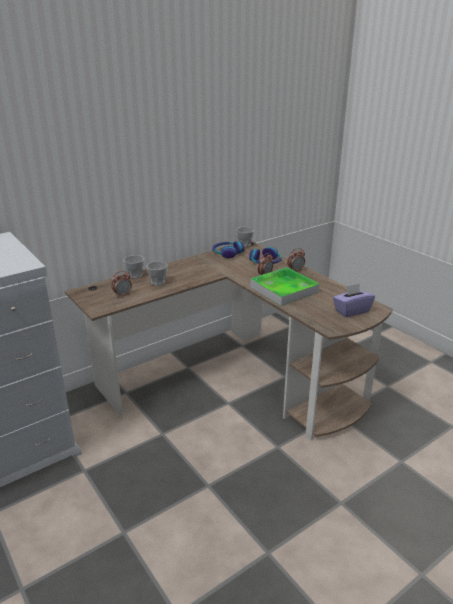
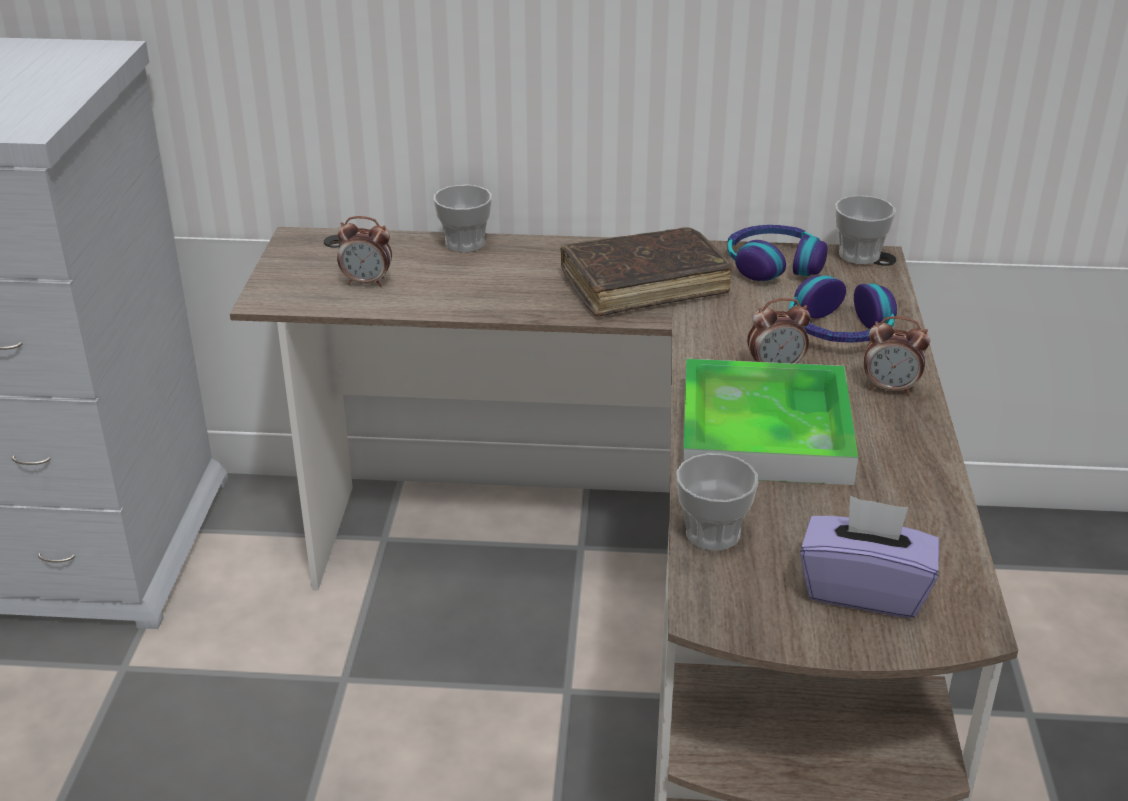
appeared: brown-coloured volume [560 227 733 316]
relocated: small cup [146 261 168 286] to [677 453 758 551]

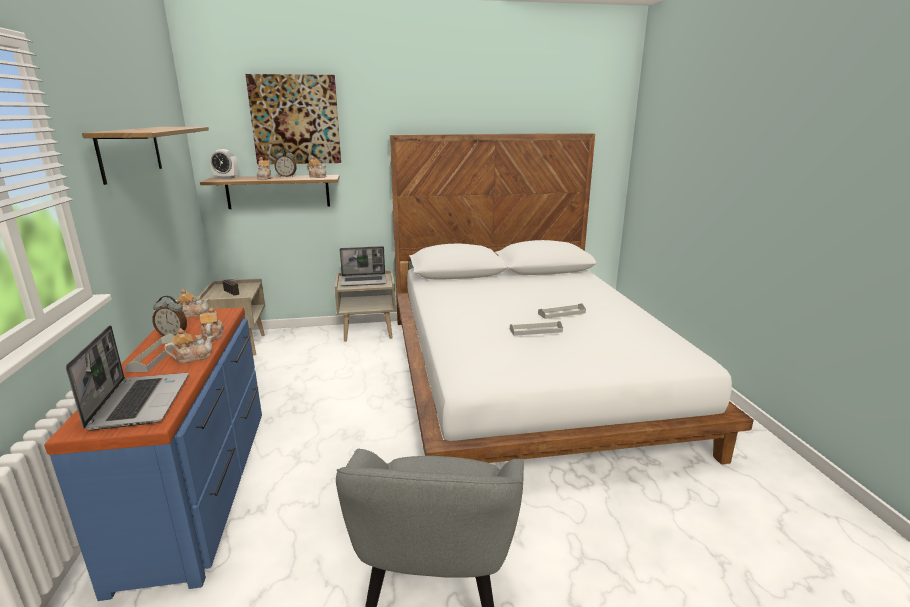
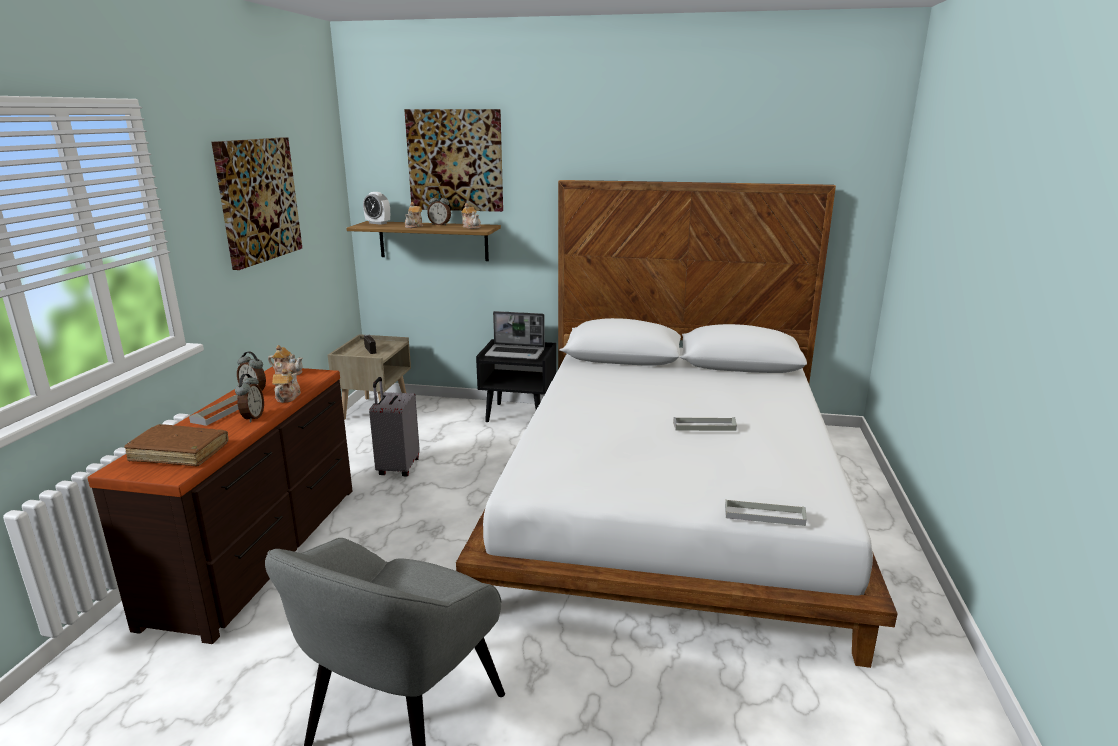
appeared: grey suitcase [369 377 420 476]
relocated: grey serving tray [510 321 563 336] to [725 499 807 526]
exchanged: portable computer [66 325 189 430] to brown-coloured volume [124 424 228 466]; wall shelf [82 127 209 185] to wall art [212 137 302 270]; pot for tea [164 328 213 363] to alarm clock [235 374 264 422]
colour: bluish dresser [44 307 262 601] to brown-coloured dresser [87 367 353 644]; sand-coloured nightstand [335 270 396 342] to black-coloured nightstand [476 339 556 422]

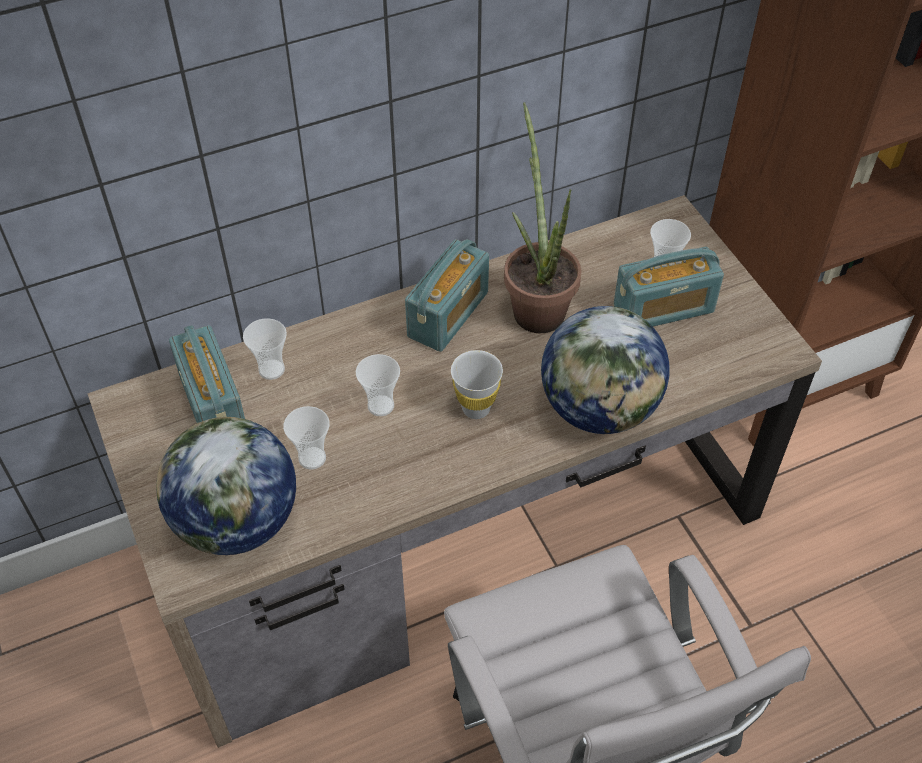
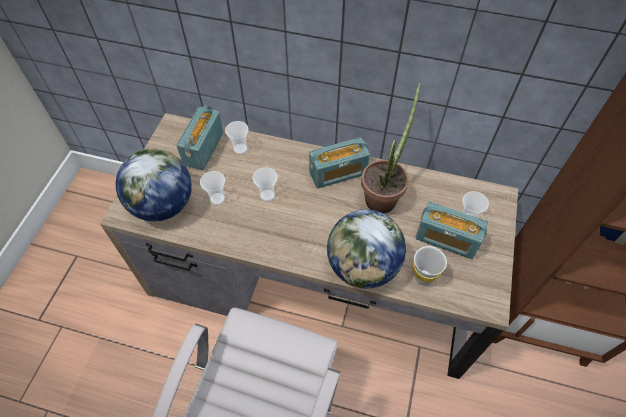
relocated: whitish small cup [451 350 503 419] to [413 246 447 285]

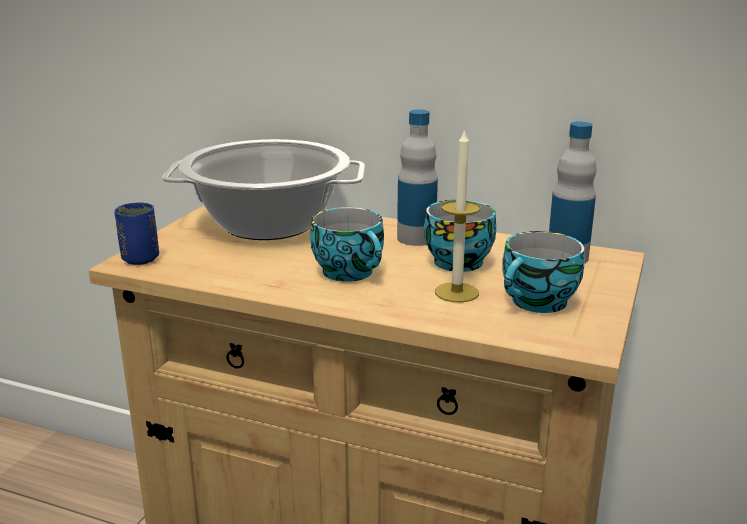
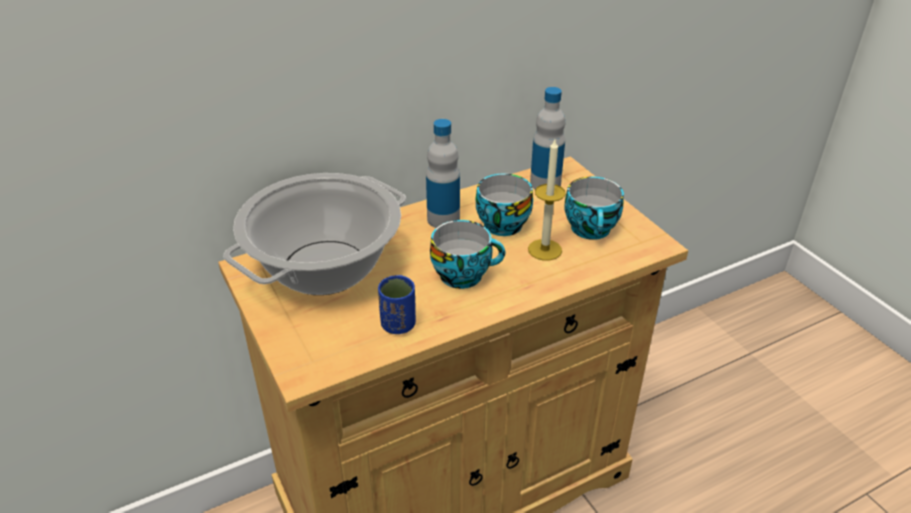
relocated: bluish small cup [114 202 159 265] to [378 275 416 334]

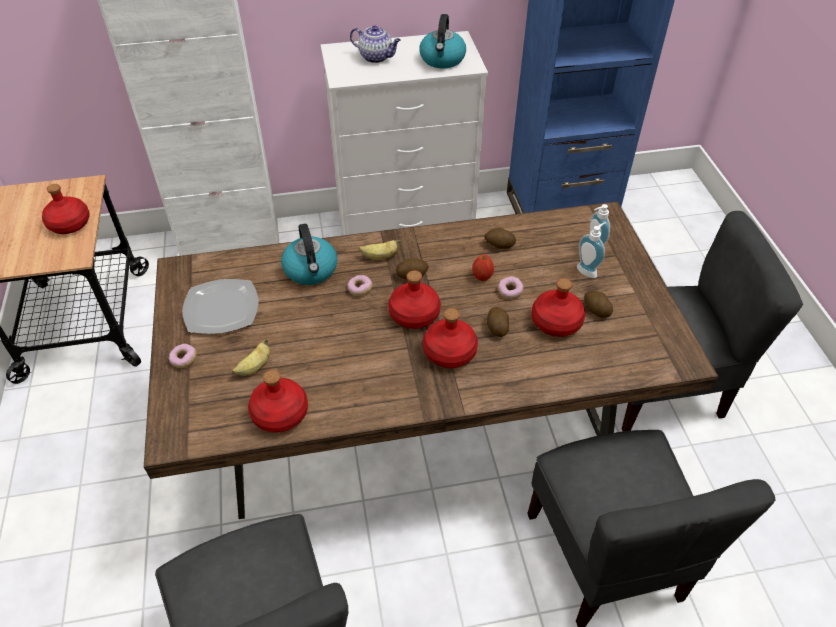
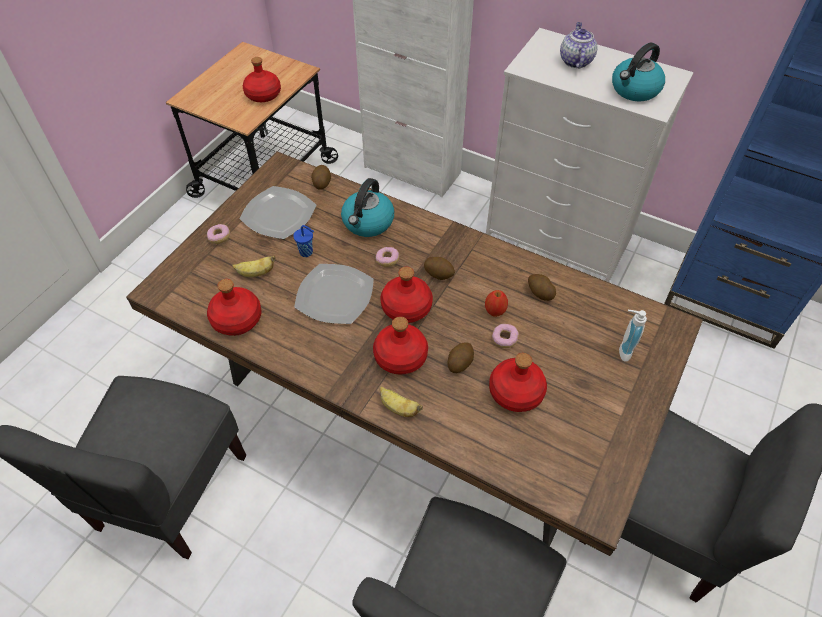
missing: soap bottle [577 222 605 278]
appeared: bluish small cup [293 225 314 257]; dinner plate [294 264 374 324]
relocated: spud [584 291 613 318] to [311 165 331 190]; whole banana [359 240 401 260] to [380 386 423 417]
spun: pot for tea [350 26 401 63] = [560 22 598 68] 150 degrees counterclockwise

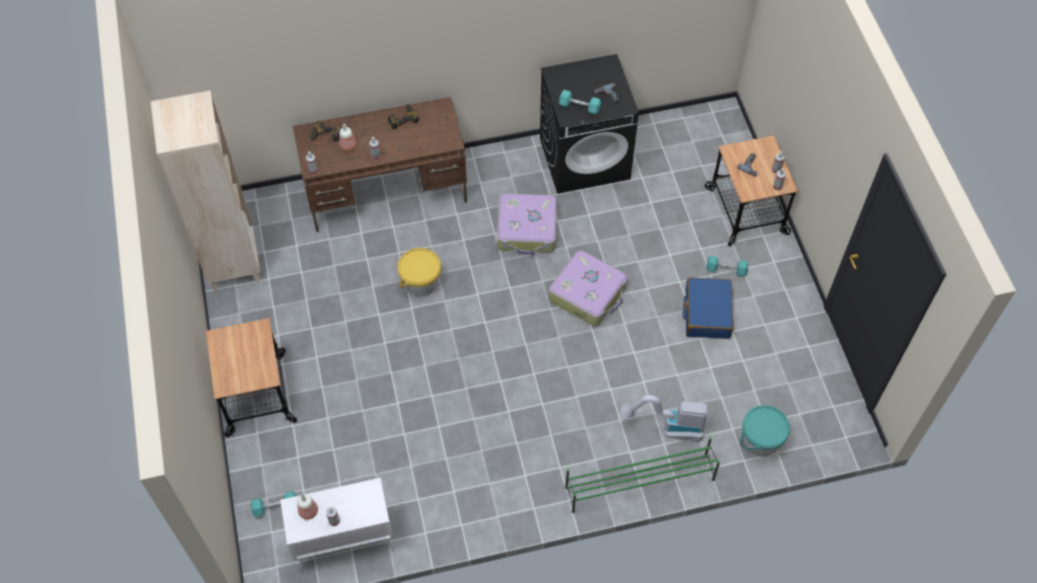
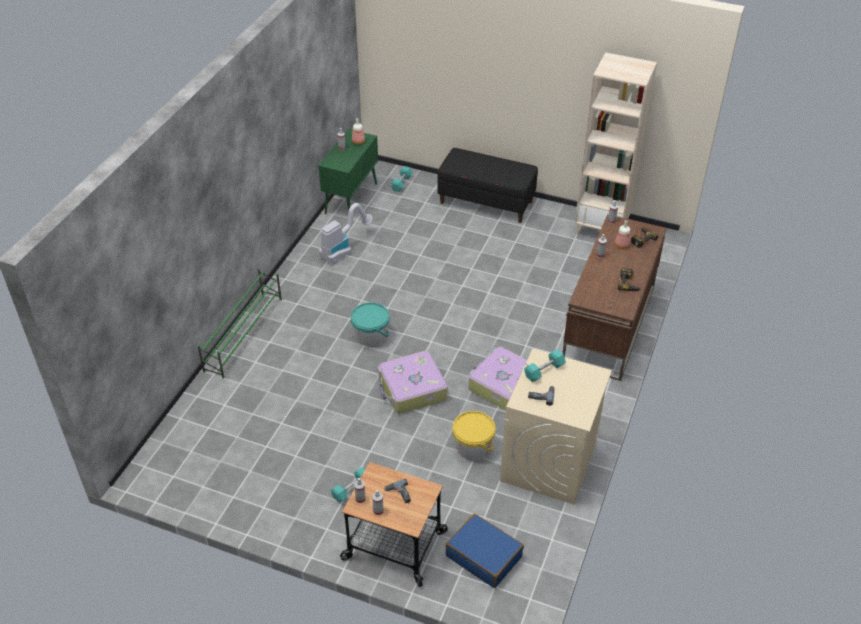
relocated: vacuum [621 395 707 443] to [319 203 373 264]; blue-green water bucket [741 405 790 457] to [351 302 390 347]; bluish suitcase [683 278 733 339] to [446 514 524 588]; yellow-coloured water bucket [397 248 441 297] to [452 411 496 460]
exchanged: trolley [206 318 297 437] to black-coloured indoor bench [437 148 538 223]
colour: whitish storage cabinet [280 478 395 572] to green storage cabinet [319 129 378 214]; black-coloured washing machine [540 54 639 194] to sand-coloured washing machine [500 349 612 505]

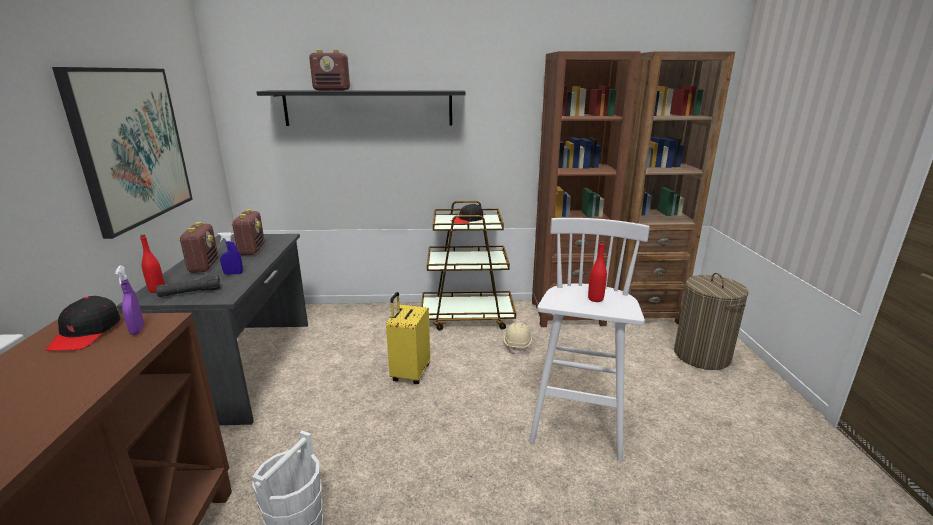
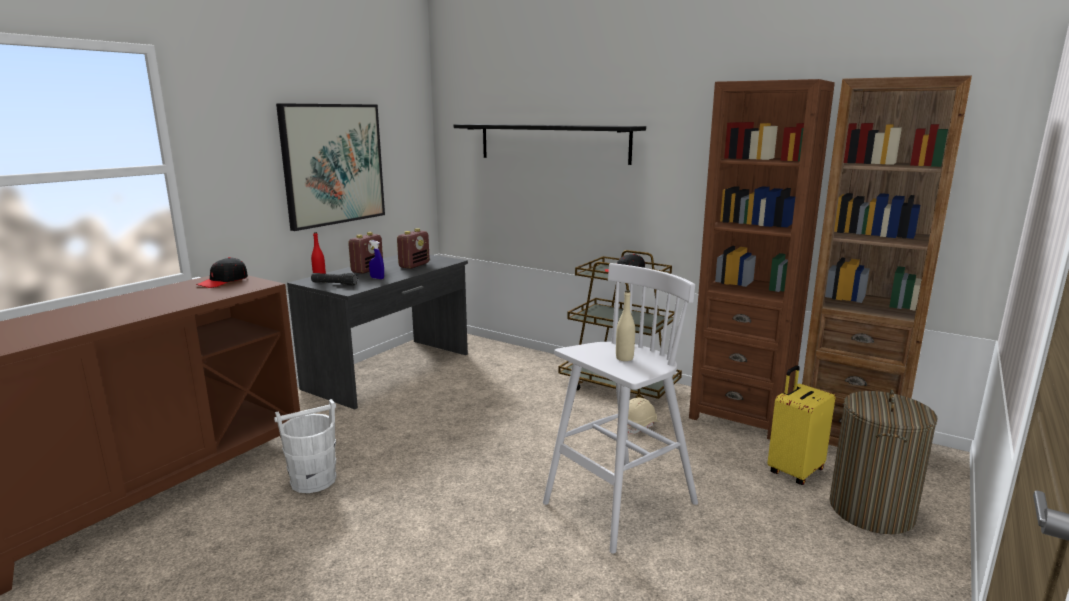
missing: purplish sprayer [115 265 144 335]; radio set [309 50 350 91]
relocated: yellow-coloured suitcase [386 292 430 384] to [767 365 836 485]
colour: red beverage bottle [588 241 607 302] to sand-coloured beverage bottle [616 290 635 361]

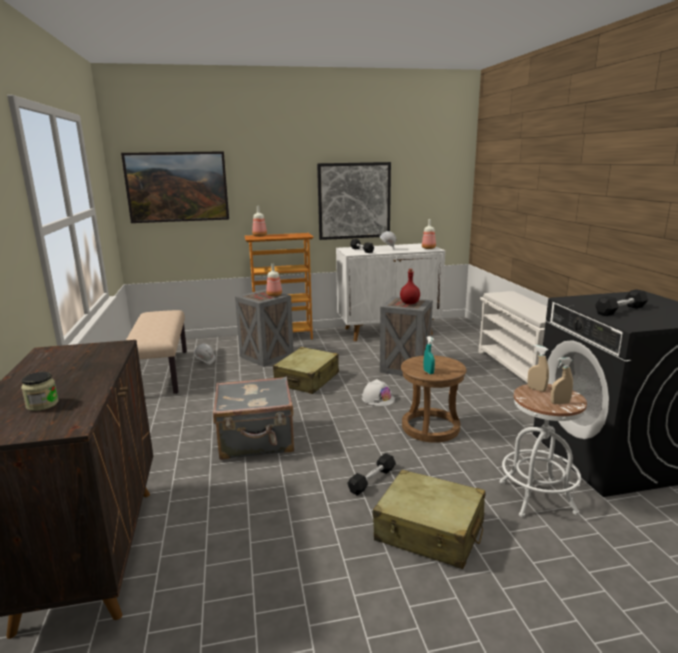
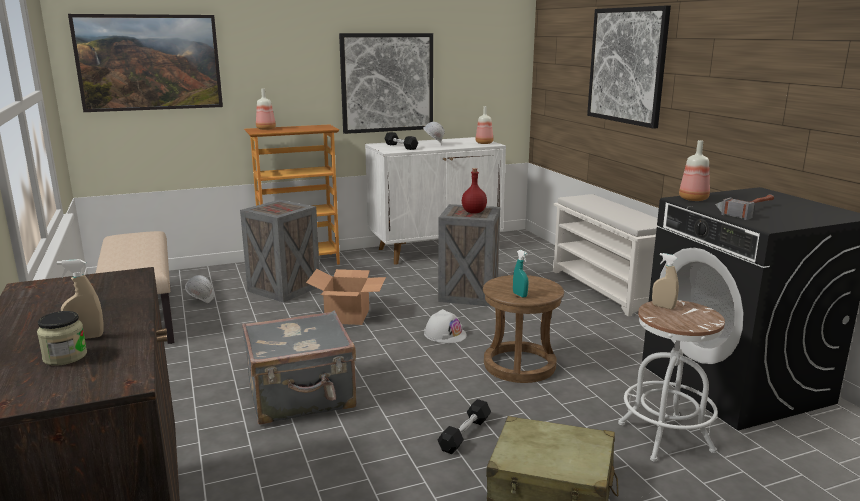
appeared: wall art [587 6 671 129]
relocated: sand-coloured sprayer [551 357 573 404] to [57 259 103 339]; beverage bottle [266 263 282 296] to [679 140 710 201]
exchanged: sand-coloured suitcase [273 347 339 394] to packing box [306 269 386 325]; black-coloured free weight [595 289 648 316] to hand hammer [715 194 774 220]

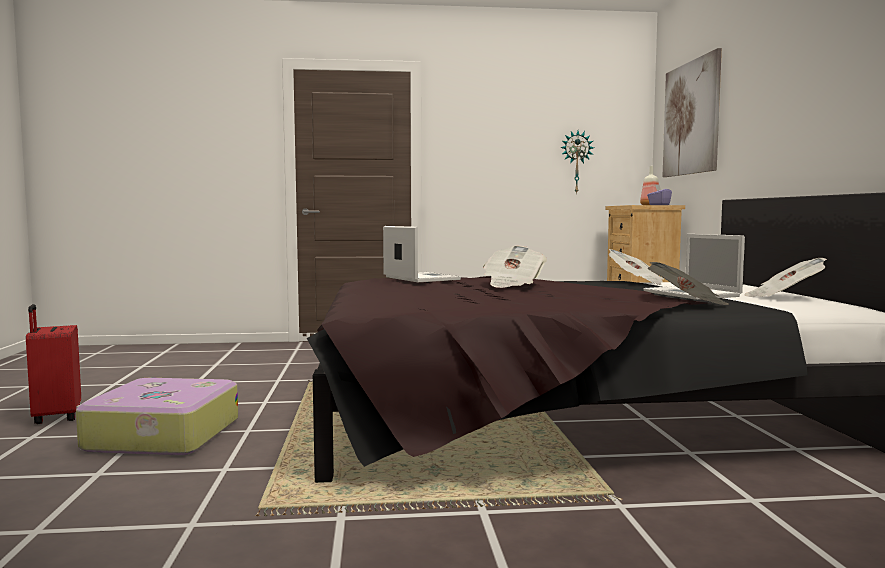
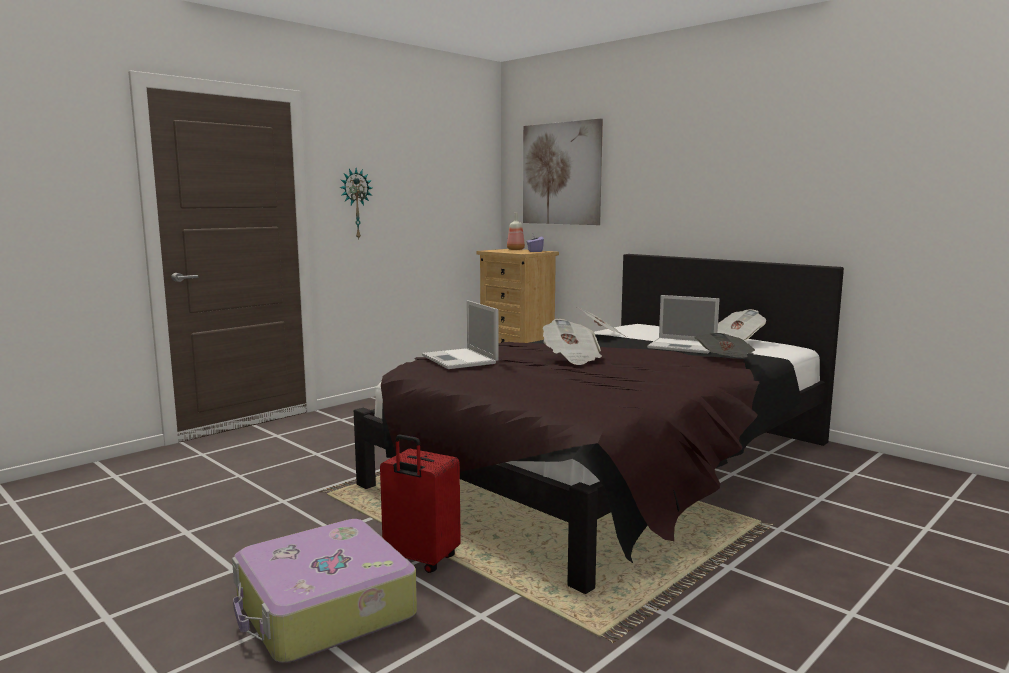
relocated: hanging clock [560 131 594 194] to [340 168 372 240]; red suitcase [26 304 81 424] to [380 435 461 573]
spun: portable computer [383 226 461 282] = [422 300 498 369] 135 degrees counterclockwise

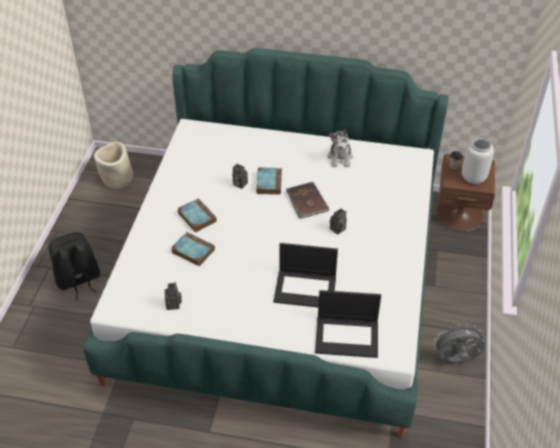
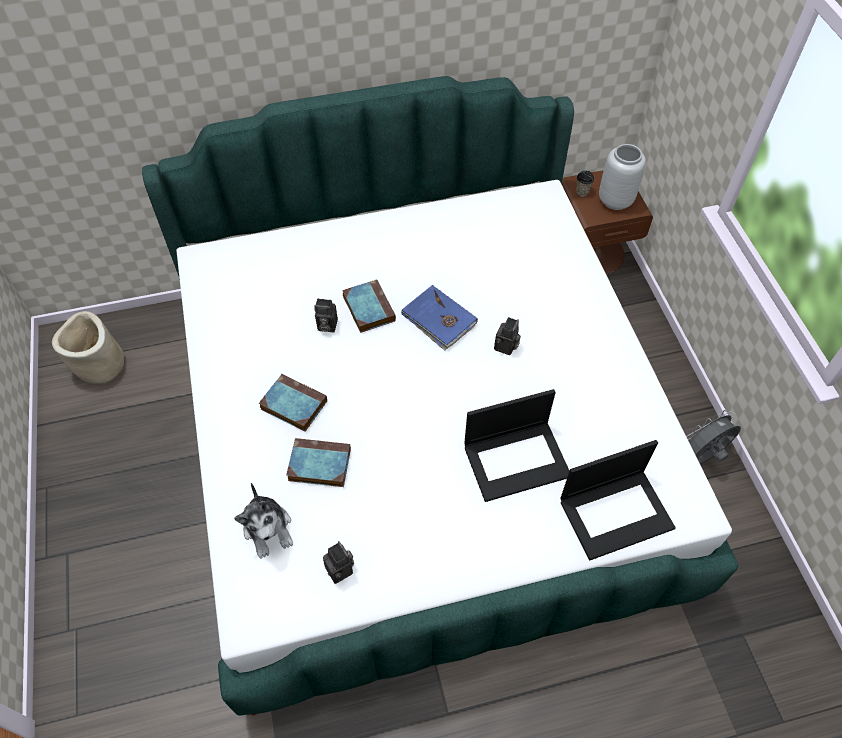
missing: black-coloured knapsack [49 232 100 300]
relocated: cuddly toy [328 129 353 167] to [234 483 293 559]
colour: brown-coloured volume [286 182 329 219] to bluish volume [401 285 478 351]

